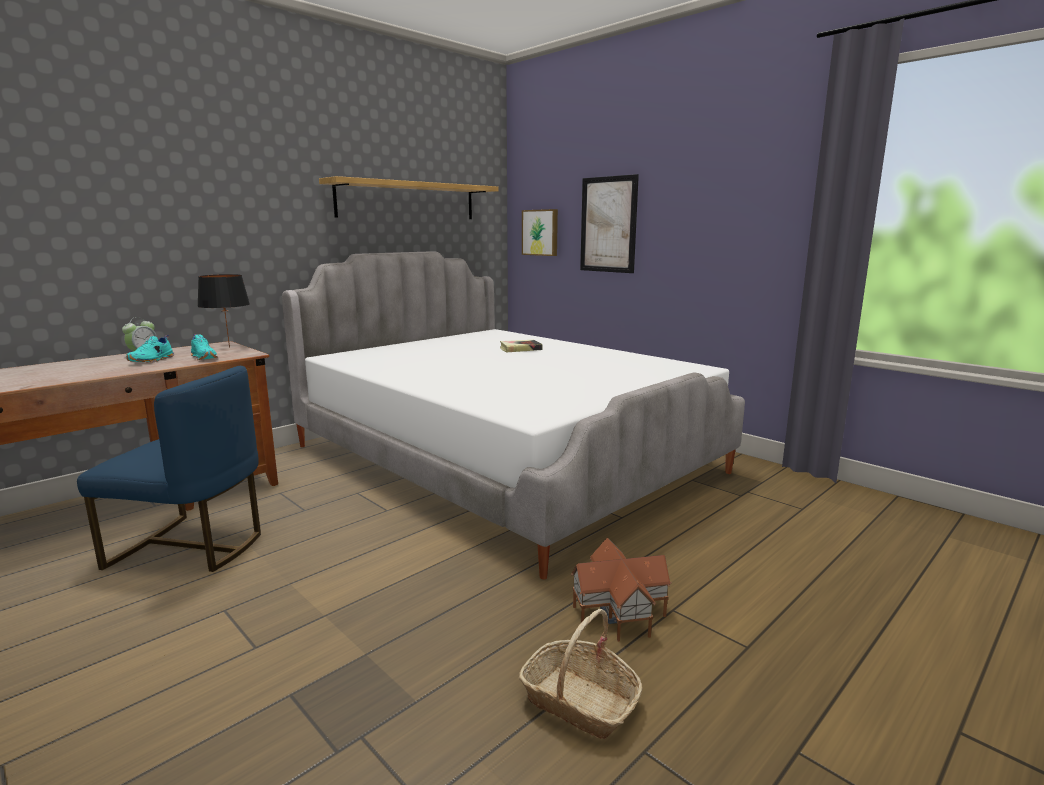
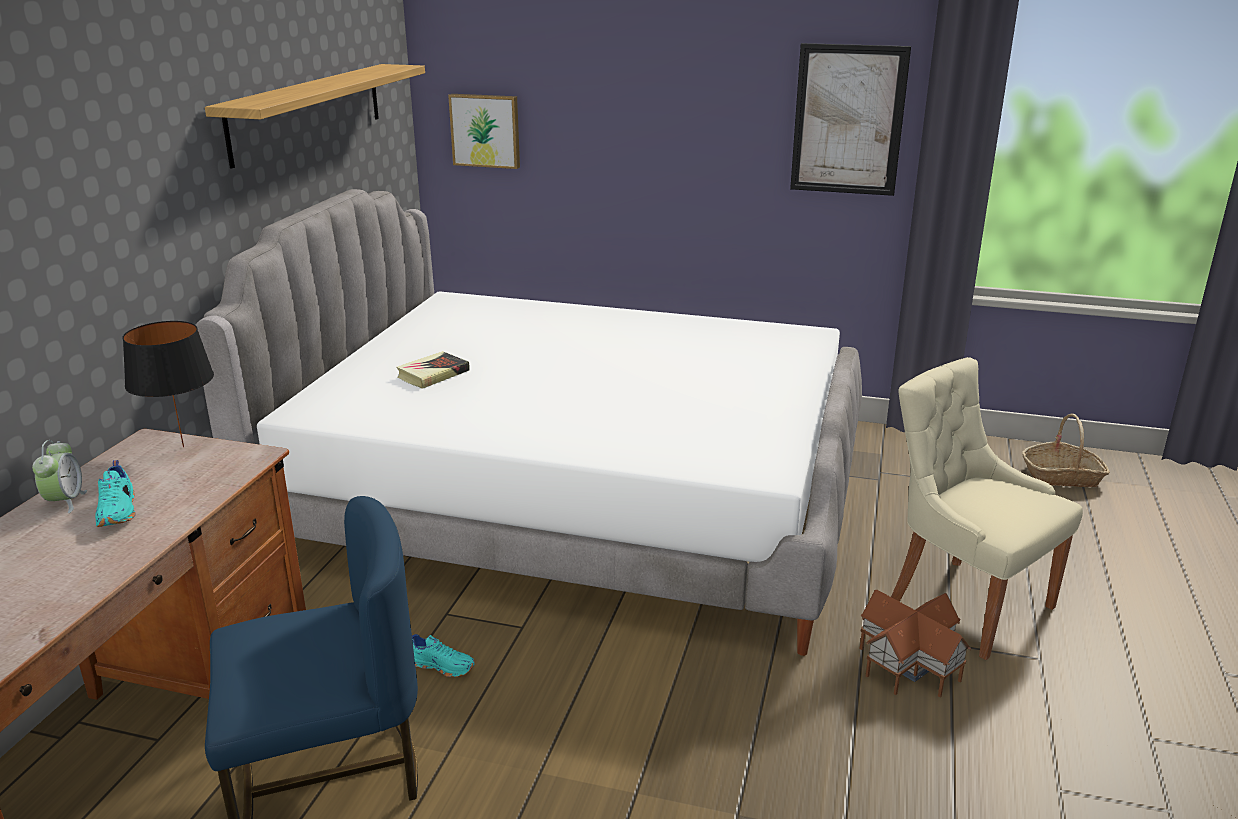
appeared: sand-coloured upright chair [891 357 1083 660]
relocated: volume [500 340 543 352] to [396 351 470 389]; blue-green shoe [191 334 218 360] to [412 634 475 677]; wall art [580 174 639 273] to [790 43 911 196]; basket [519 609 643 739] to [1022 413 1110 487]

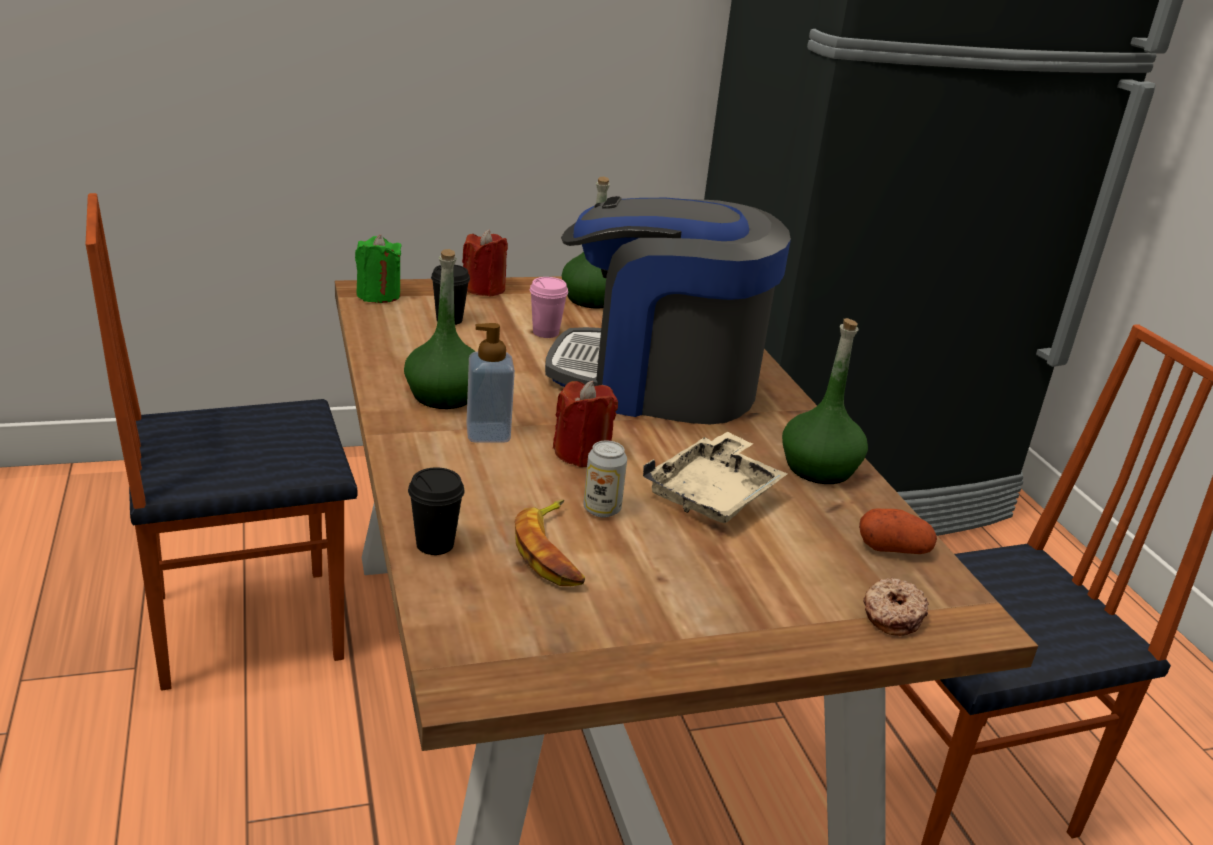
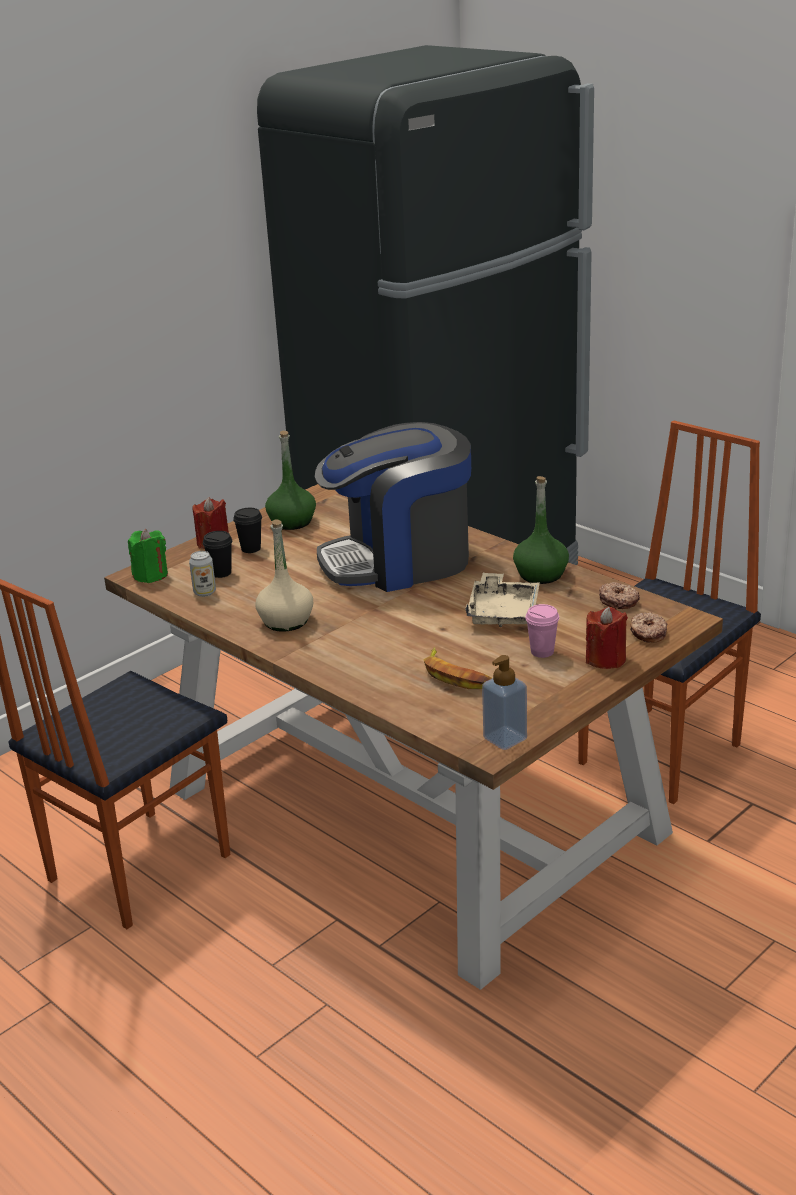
relocated: sealed can [583 440 627 517] to [189 551 216 597]; black-coloured small cup [408 467 465 555] to [233 508 262 553]; soap bottle [466 323 515 443] to [482 655 527 750]; pink-coloured small cup [530 277 568 338] to [525 604 559 658]; red candle [553 381 618 467] to [586 607 628 669]
exchanged: spud [859 508 937 554] to ring doughnut [599 582 640 609]
colour: green beverage bottle [404 249 475 409] to sand-coloured beverage bottle [255 520 313 632]

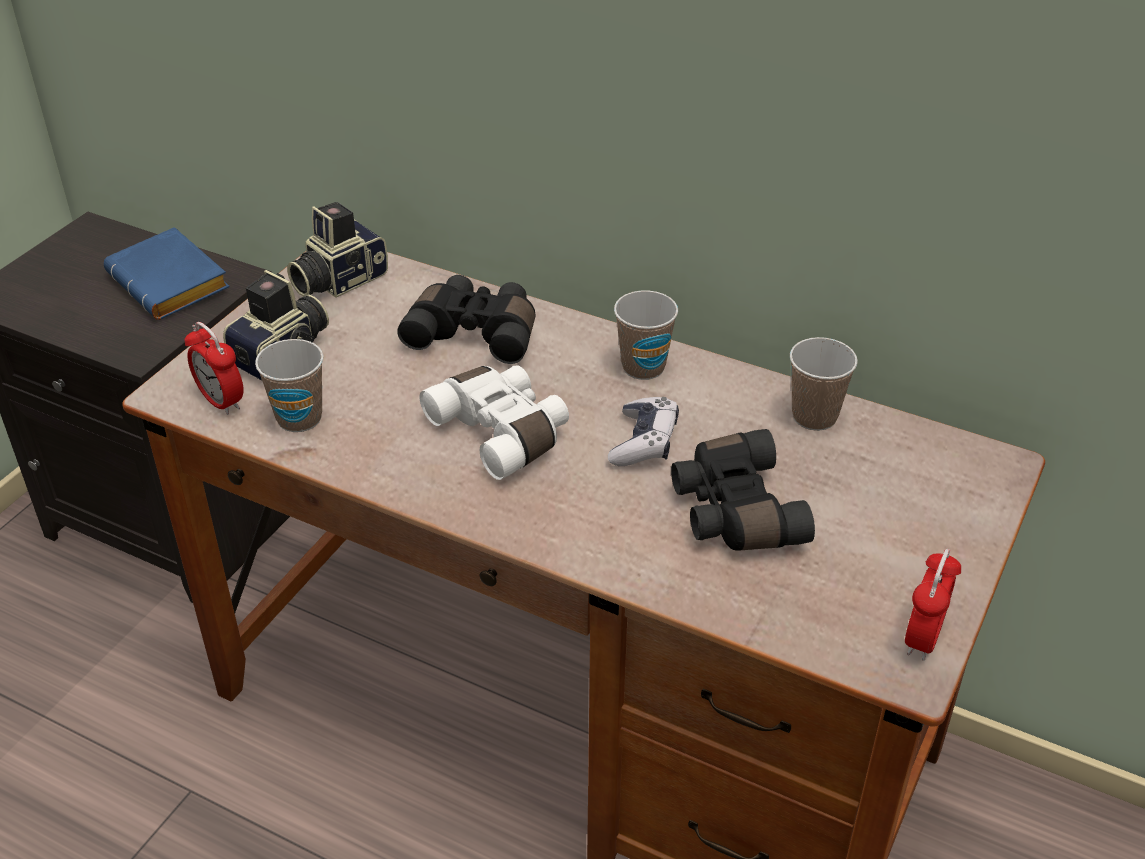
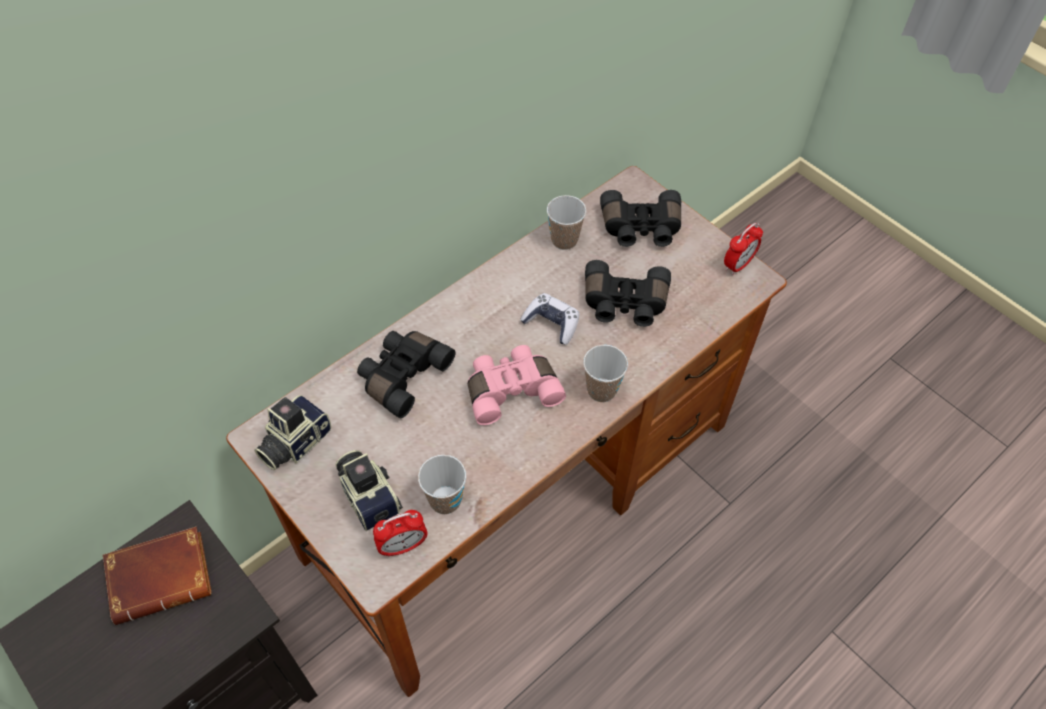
appeared: black-coloured pair of binoculars [600 190 681 247]
relocated: small cup [614 290 678 380] to [583 345 628 402]
colour: bluish volume [104 227 230 320] to brown-coloured volume [103 527 212 625]; whitish pair of binoculars [420 365 569 480] to pink-coloured pair of binoculars [468 345 566 425]
spun: still camera [287 202 388 298] = [254 395 332 470] 60 degrees clockwise; alarm clock [905 549 961 661] = [724 223 763 275] 90 degrees clockwise

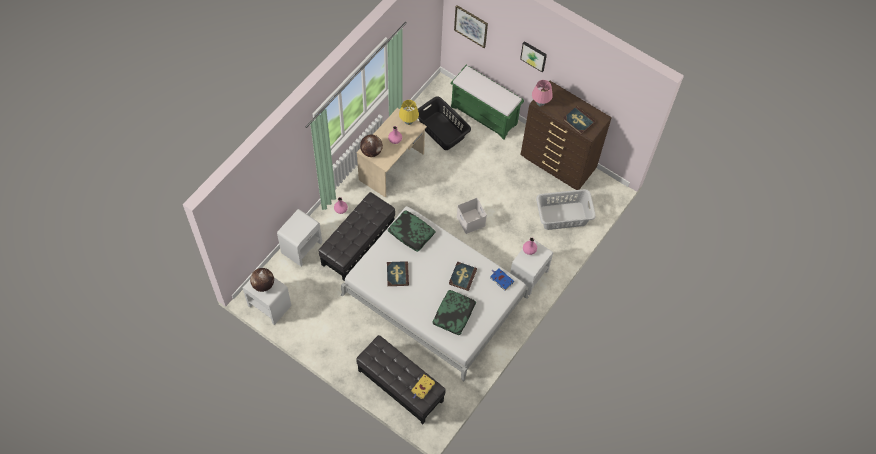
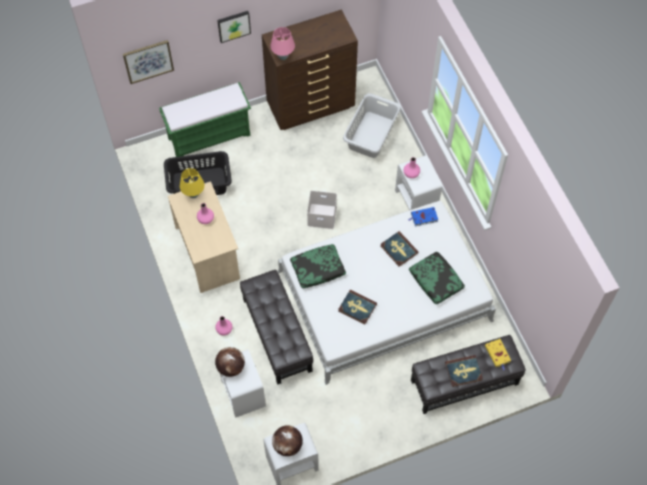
relocated: world globe [360 135 383 157] to [215 347 245 377]; volume [563 106 595 135] to [445 355 483 387]

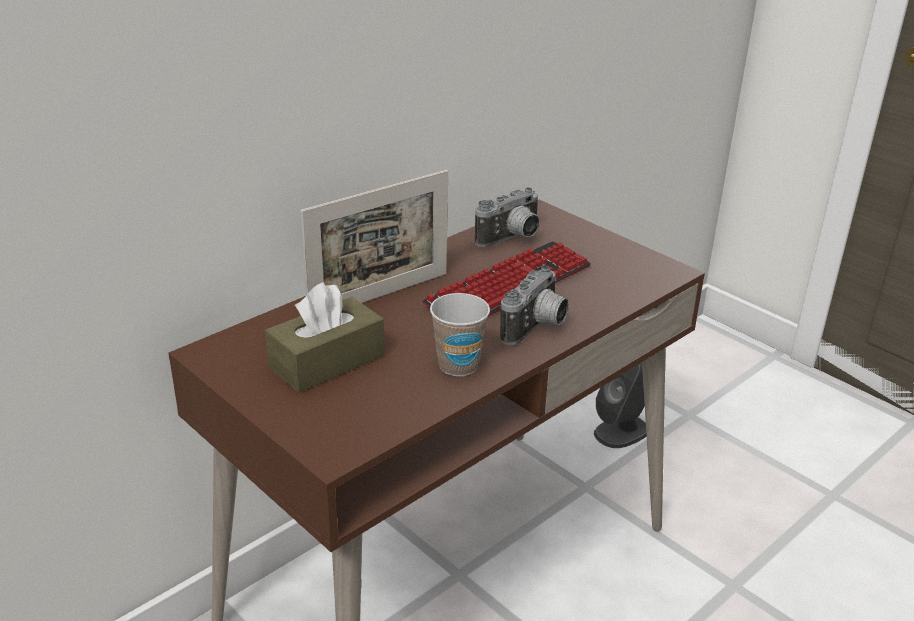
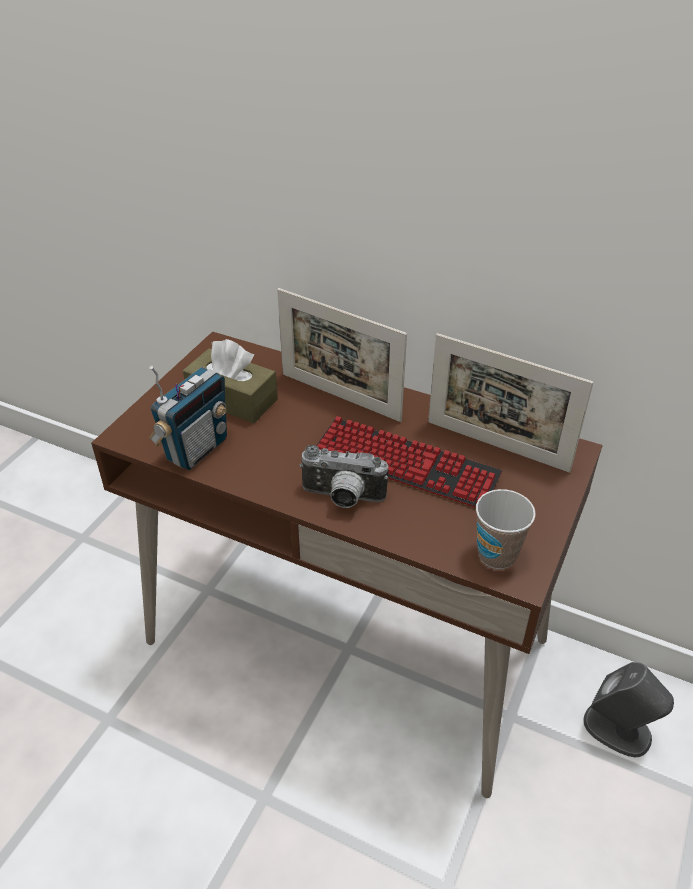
appeared: radio set [149 366 227 470]
relocated: small cup [430 293 490 377] to [476 489 535 569]
exchanged: still camera [475 187 540 247] to picture frame [428 333 593 473]

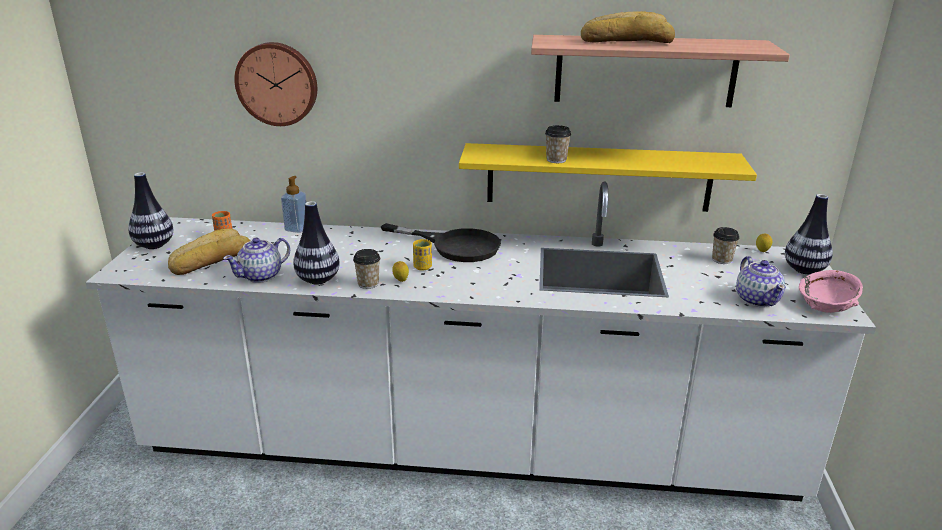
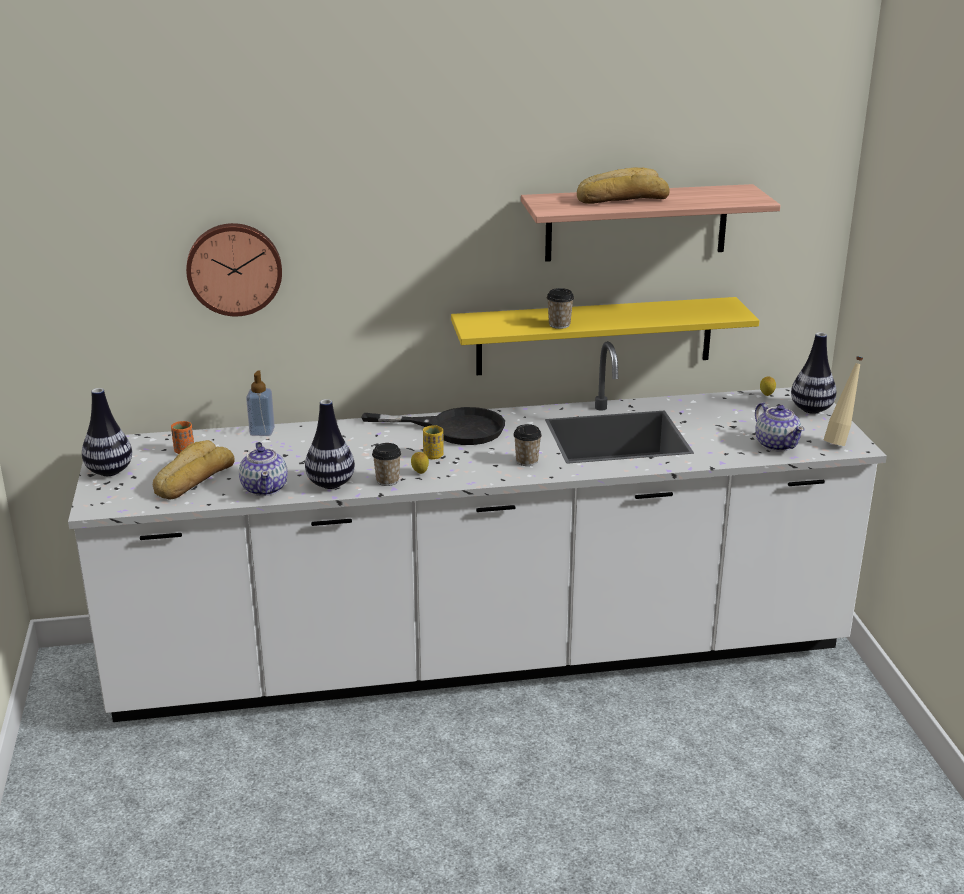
relocated: small cup [712 227 740 264] to [513 424 542 466]
exchanged: pink-coloured serving bowl [799 270 863 313] to sand-coloured beverage bottle [824 356 863 446]
spun: pot for tea [223 238 290 283] = [239 442 288 496] 45 degrees counterclockwise

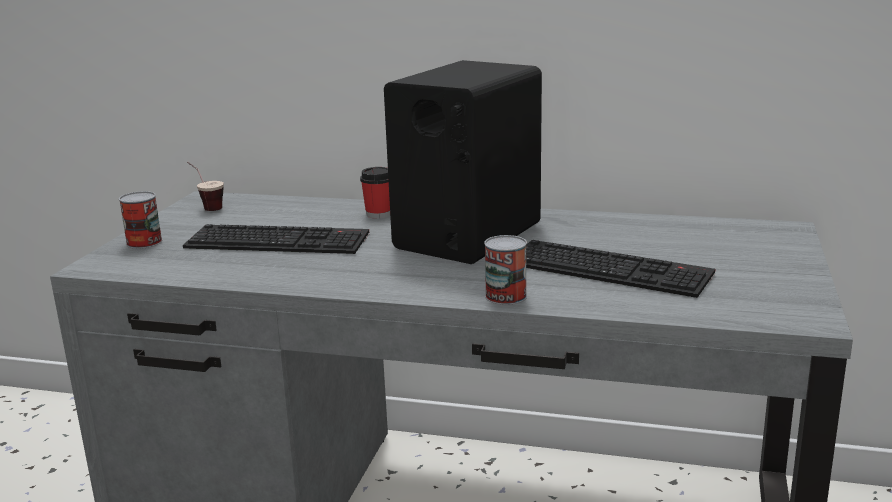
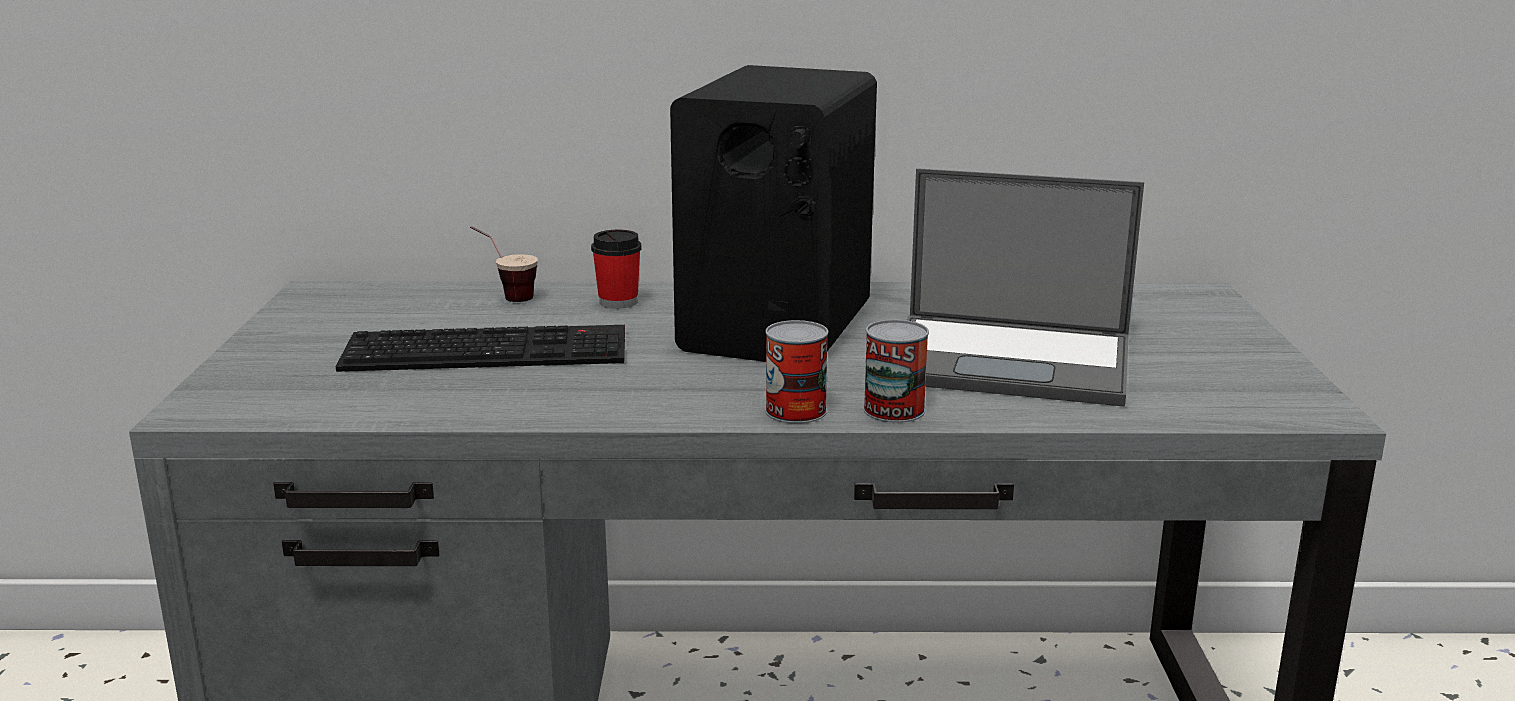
relocated: small cup [187 162 224 211] to [470 226 538 302]; sealed can [119 191 162 249] to [765 320 828 424]
exchanged: computer keyboard [526 240 715 298] to portable computer [907 168 1144 407]

